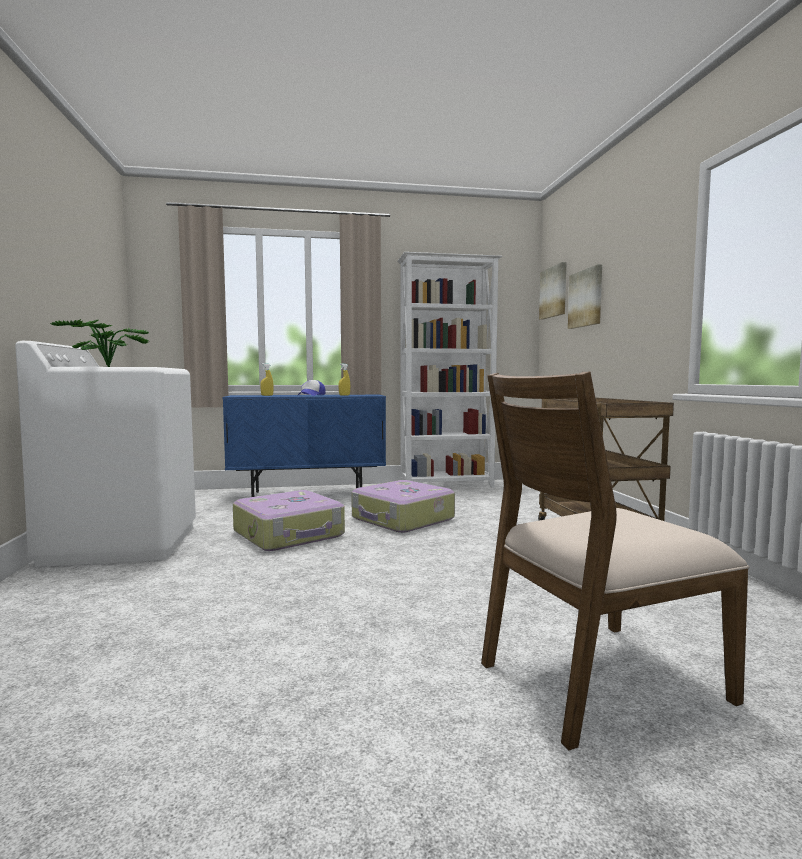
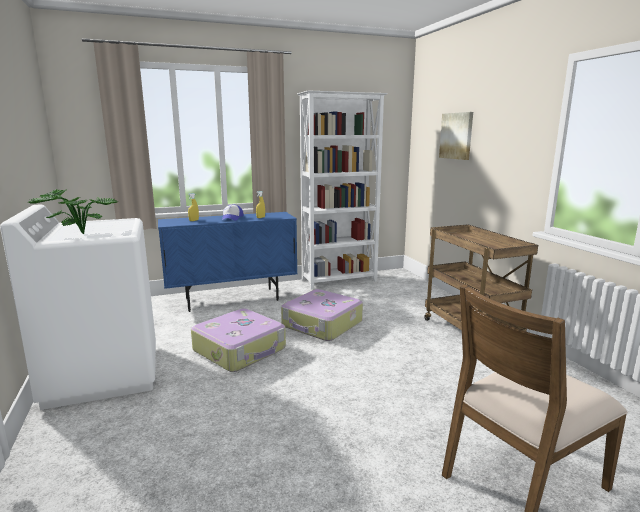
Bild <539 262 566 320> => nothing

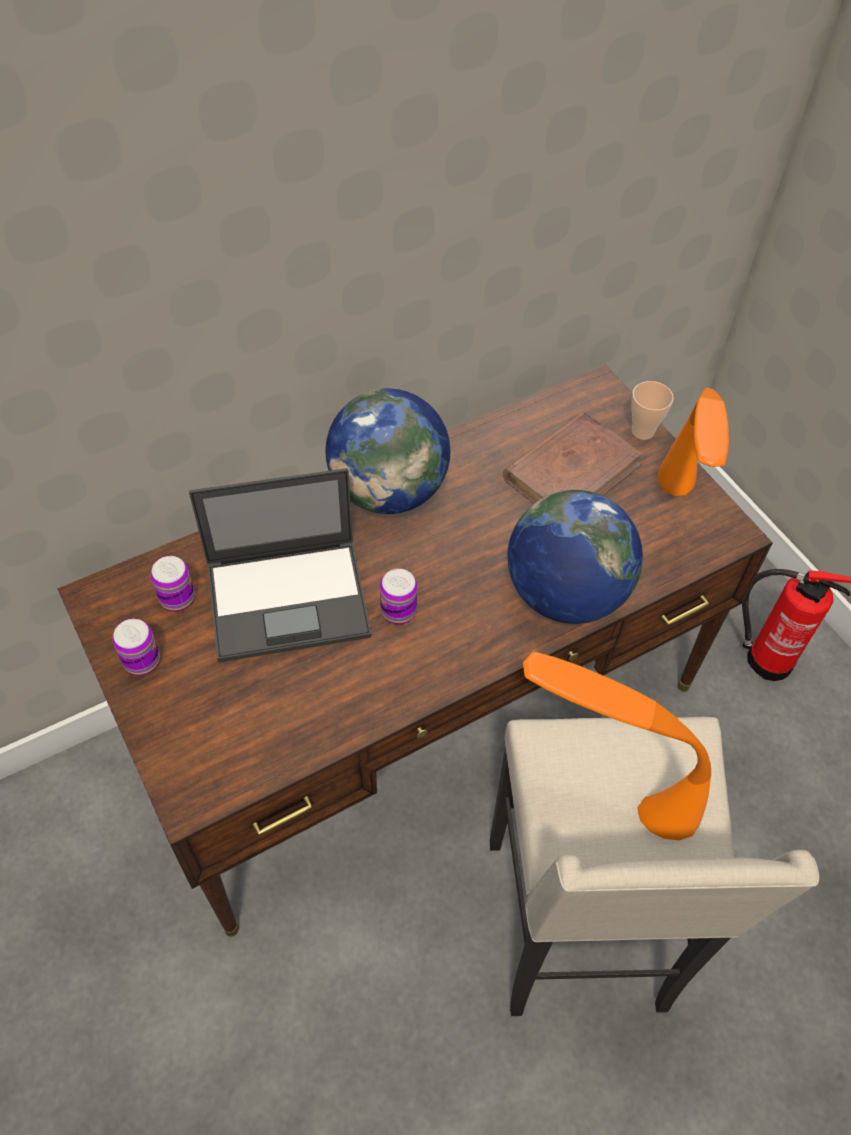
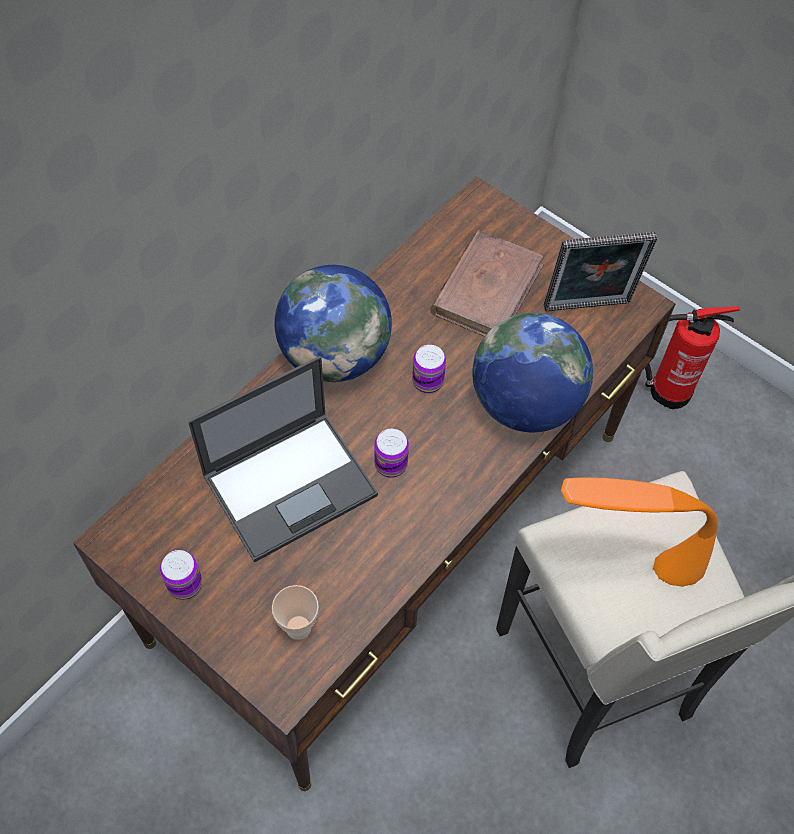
Tasse <631 381 674 440> => Tasse <272 585 319 640>, move
Tischlampe [orange] <658 388 729 496> => Bilderrahmen <544 232 657 311>
Dose <150 556 195 612> => Dose <412 345 446 393>, move

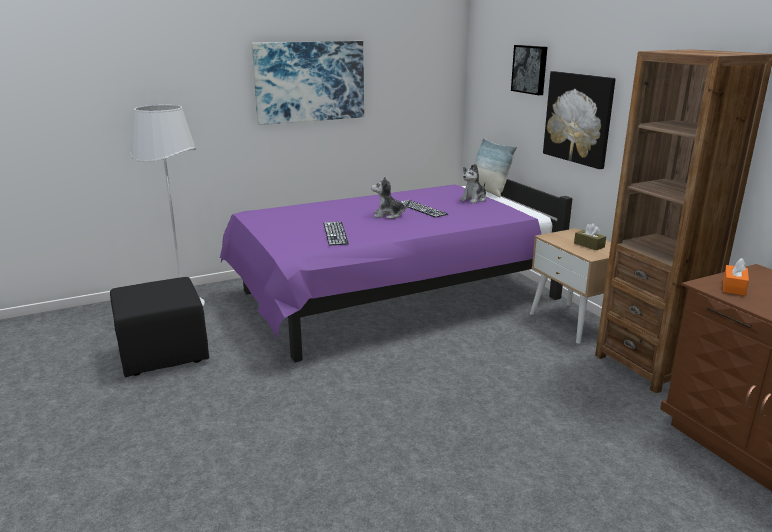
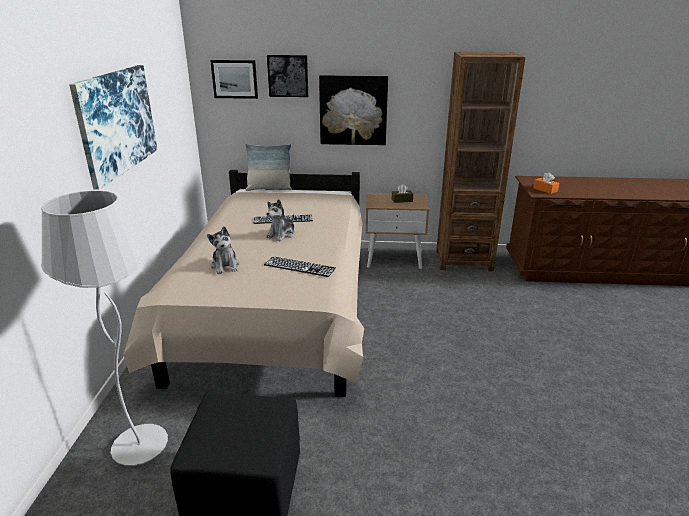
Plüschtier <460 164 486 204> => Plüschtier <207 227 240 274>, move
Bett [lila] <220 165 572 362> => Bett [beige] <123 170 364 397>
nothing => Bild <210 60 258 99>

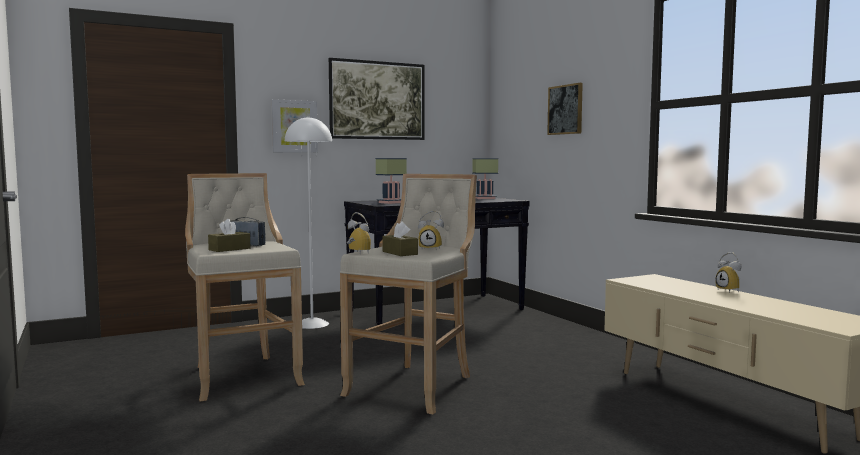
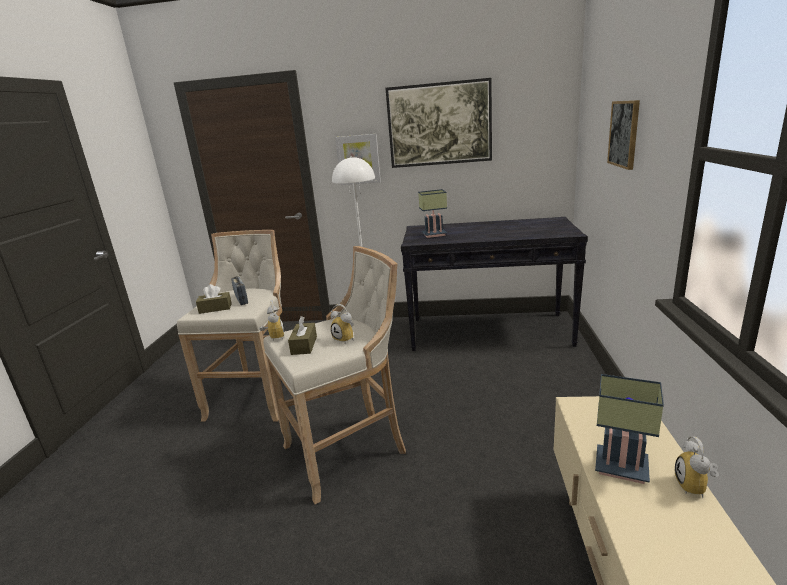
Tischlampe <472 158 498 199> => Tischlampe <595 374 664 484>, move

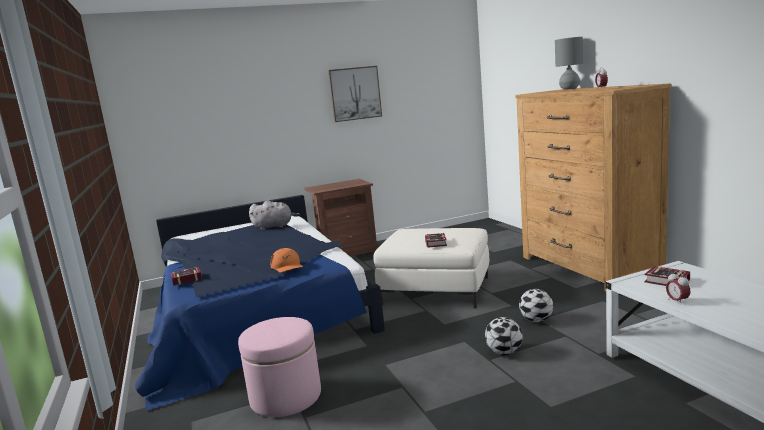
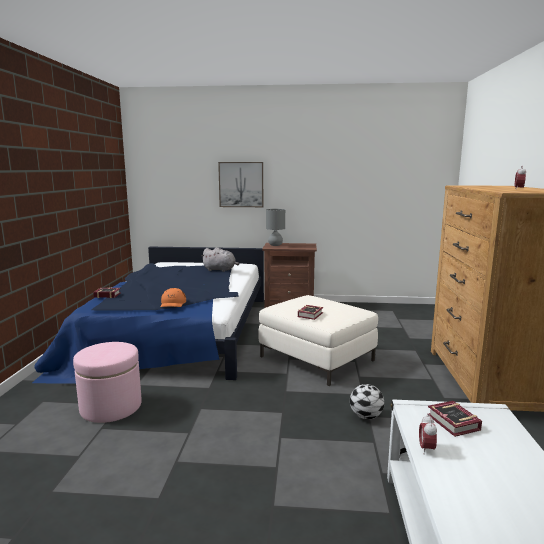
Tischlampe [grau] <555 37 583 90> => Tischlampe [grau] <266 209 285 246>, move
Bild <328 66 382 122> => Bild <218 162 263 207>, move
Fußball <485 317 523 355> => nothing

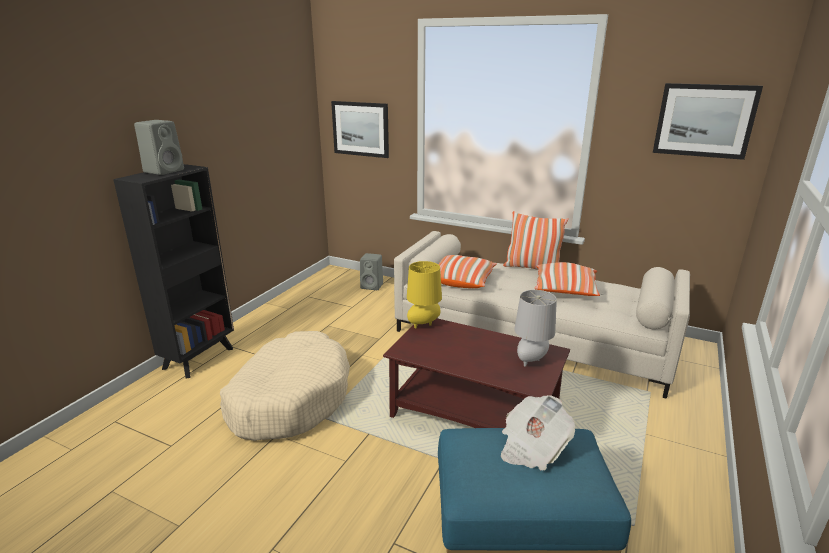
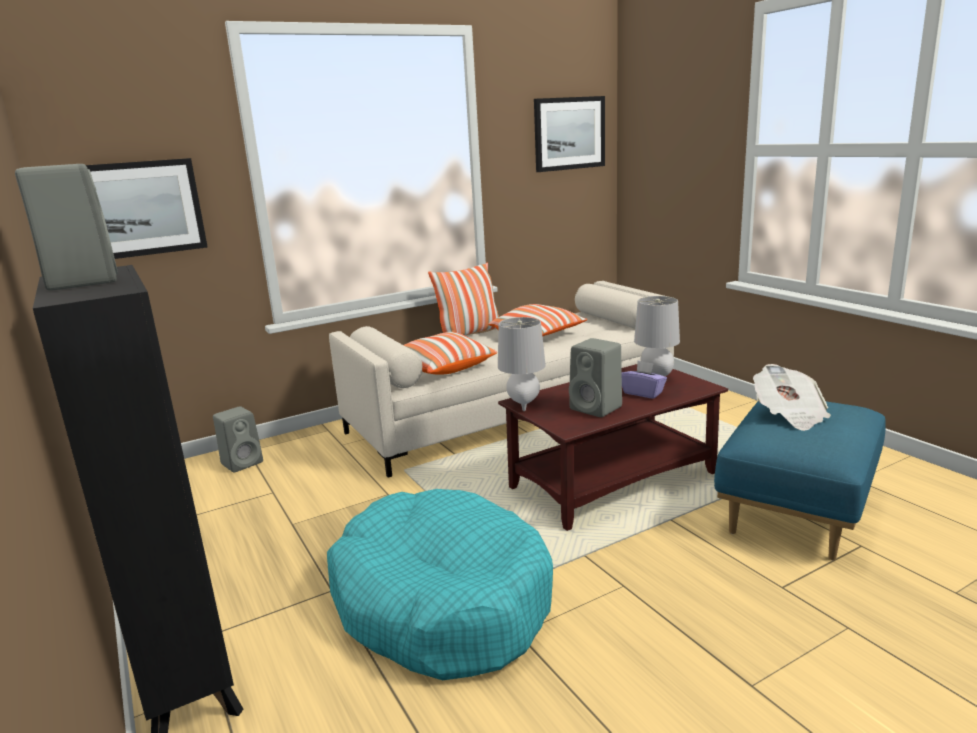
Tischlampe [gelb] <407 261 442 328> => Tischlampe [grau] <498 317 546 411>
Hundebett [beige] <220 331 350 441> => Hundebett [türkis] <327 489 553 680>
nothing => Lautsprecher [grau] <569 338 622 417>
nothing => Taschentuchbox [lila] <622 361 667 399>

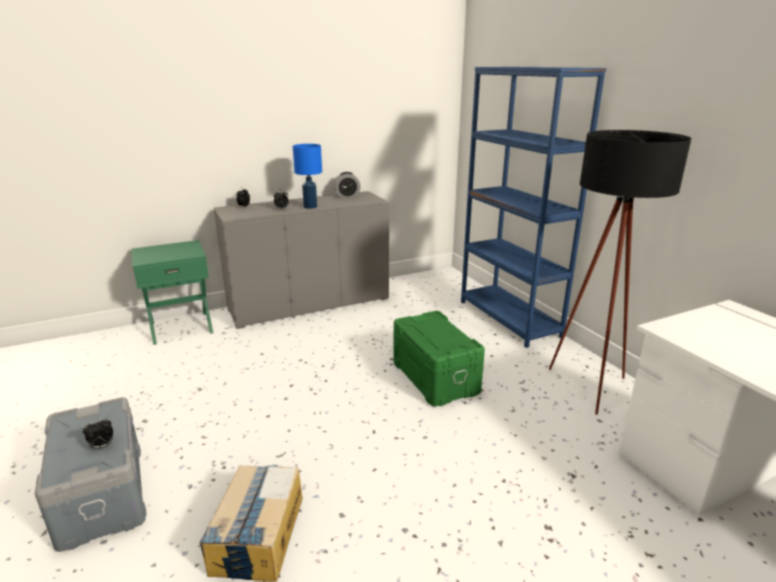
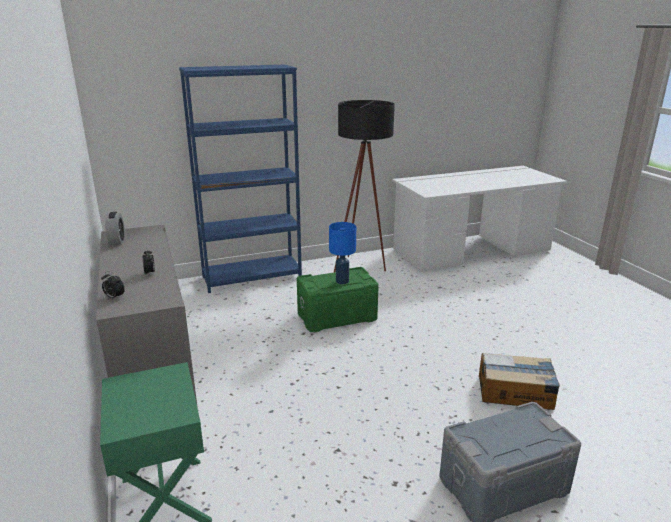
Tischlampe [blau] <293 144 322 209> => Tischlampe [blau] <329 222 356 284>, move
Wecker <83 418 113 450> => nothing

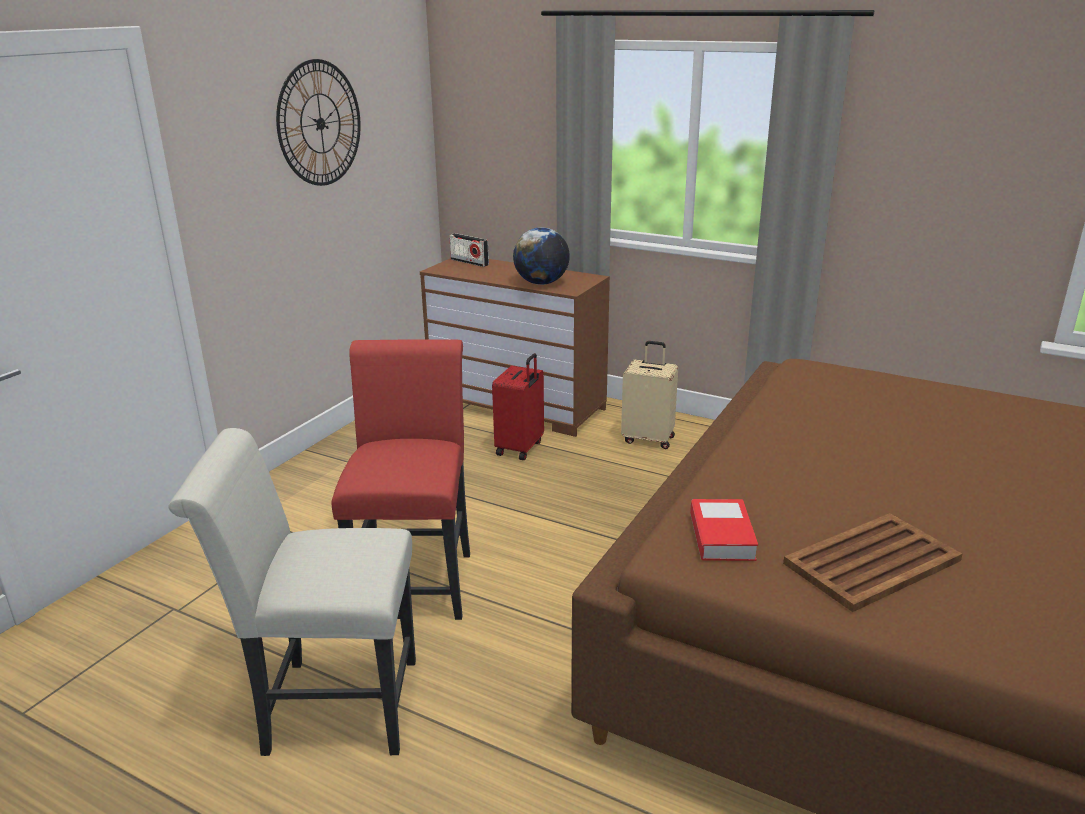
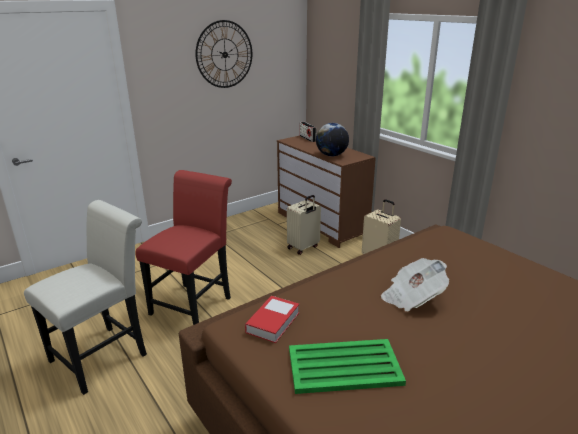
Koffer [rot] <492 353 544 460> => Koffer [beige] <287 195 321 255>
Stuhl [weiß] <168 428 416 756> => Stuhl [weiß] <24 200 147 395>, 105 degrees clockwise
Tablett [braun] <783 513 962 612> => Tablett [grün] <289 339 406 394>
nothing => Zeitung <381 258 449 312>

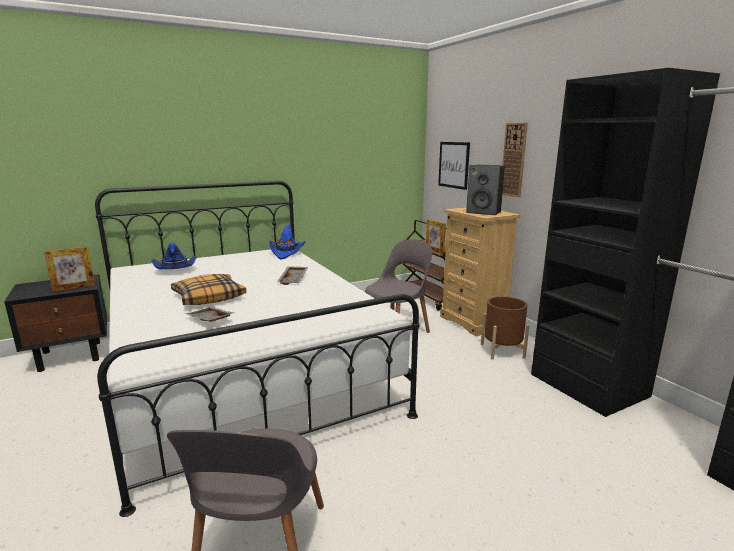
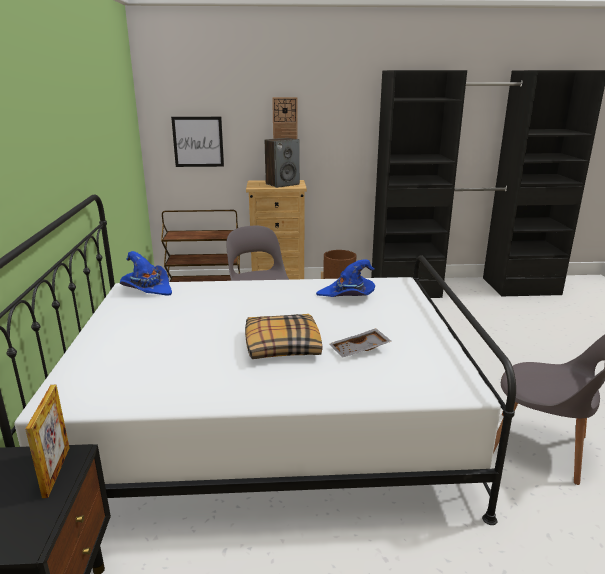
Bilderrahmen <426 219 446 254> => nothing
Hut [blau] <151 242 197 269> => Hut [blau] <316 259 375 297>, move
Tablett [grau] <277 267 308 285> => nothing

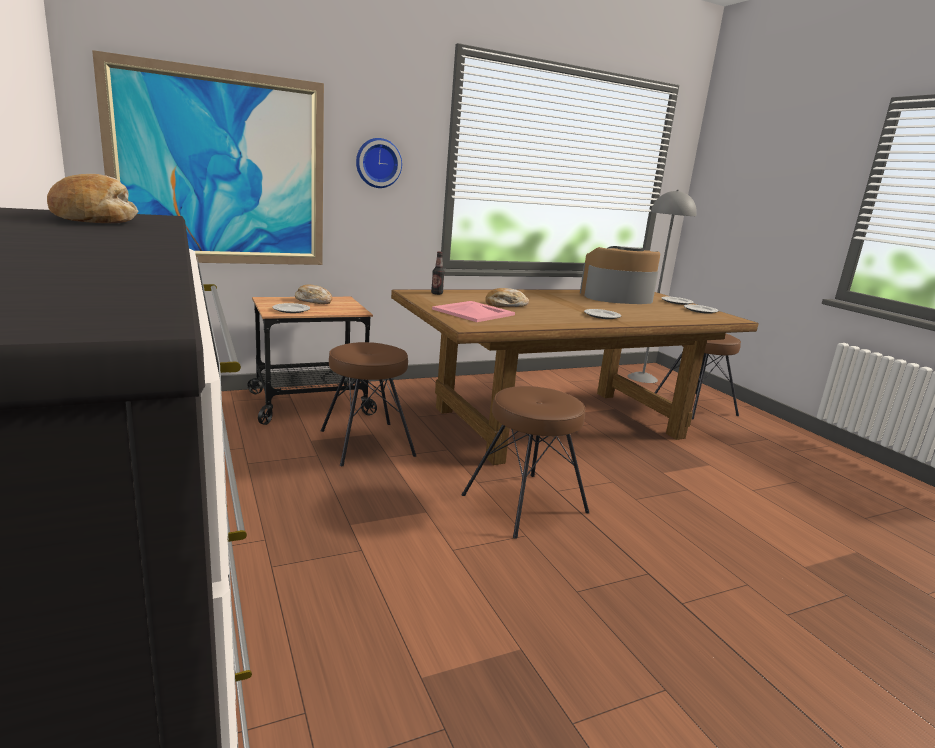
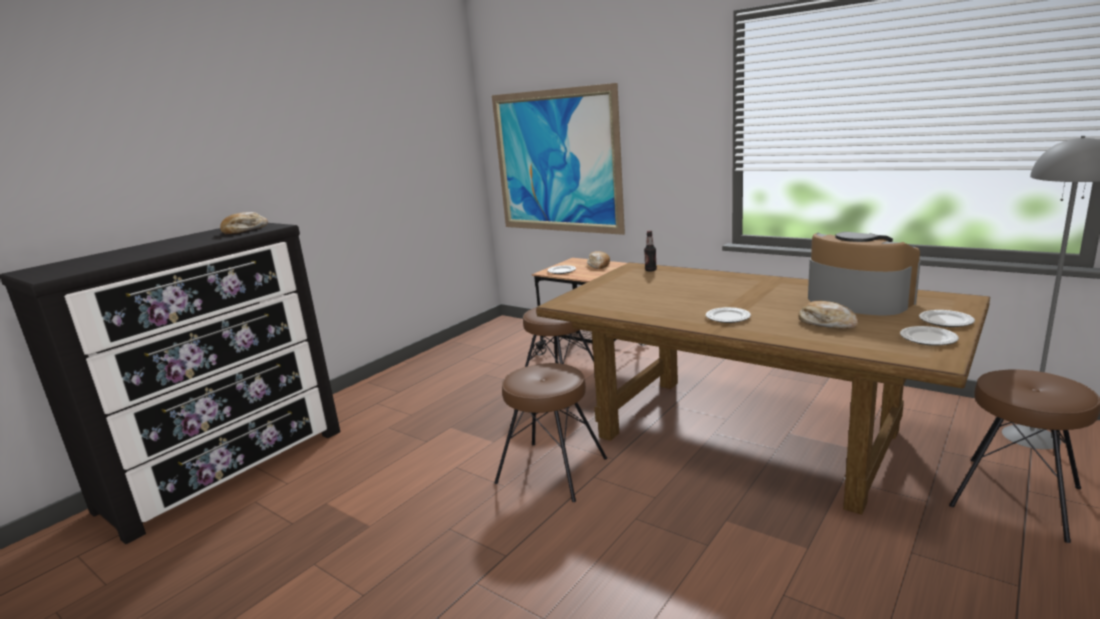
Wanduhr <356 138 402 188> => nothing
Brot <485 288 529 307> => Brot <798 301 858 329>, move
Tablett [rosa] <432 301 515 322> => nothing

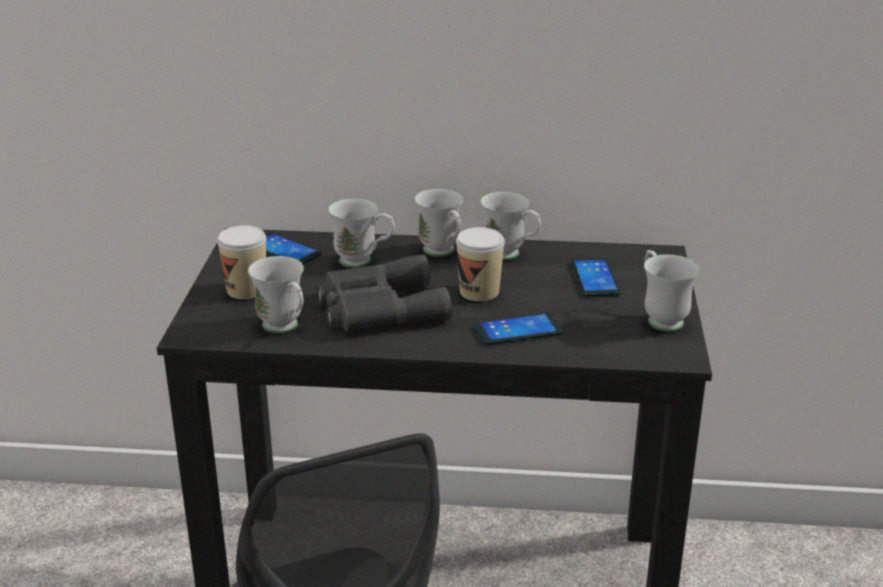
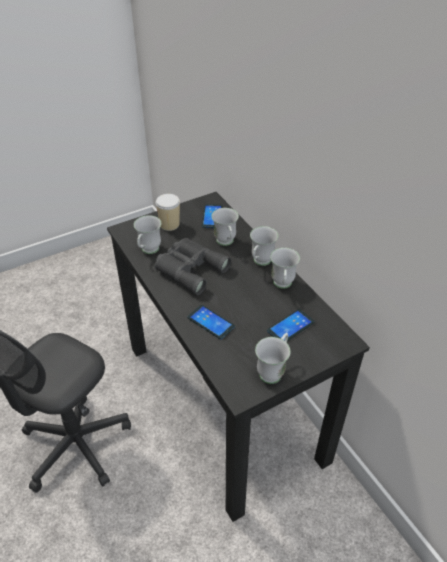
Tasse <456 227 505 301> => nothing

